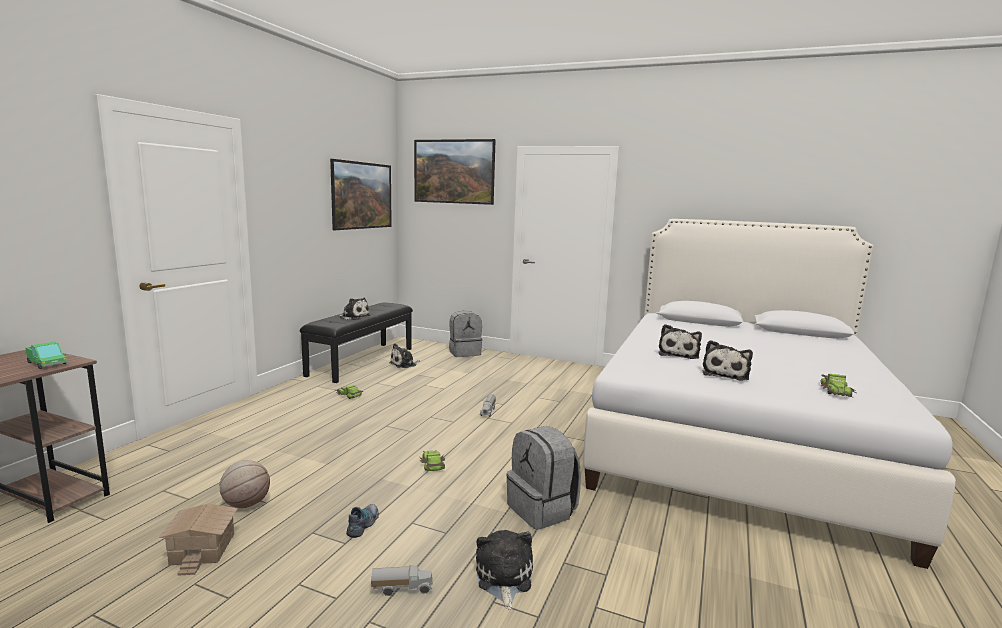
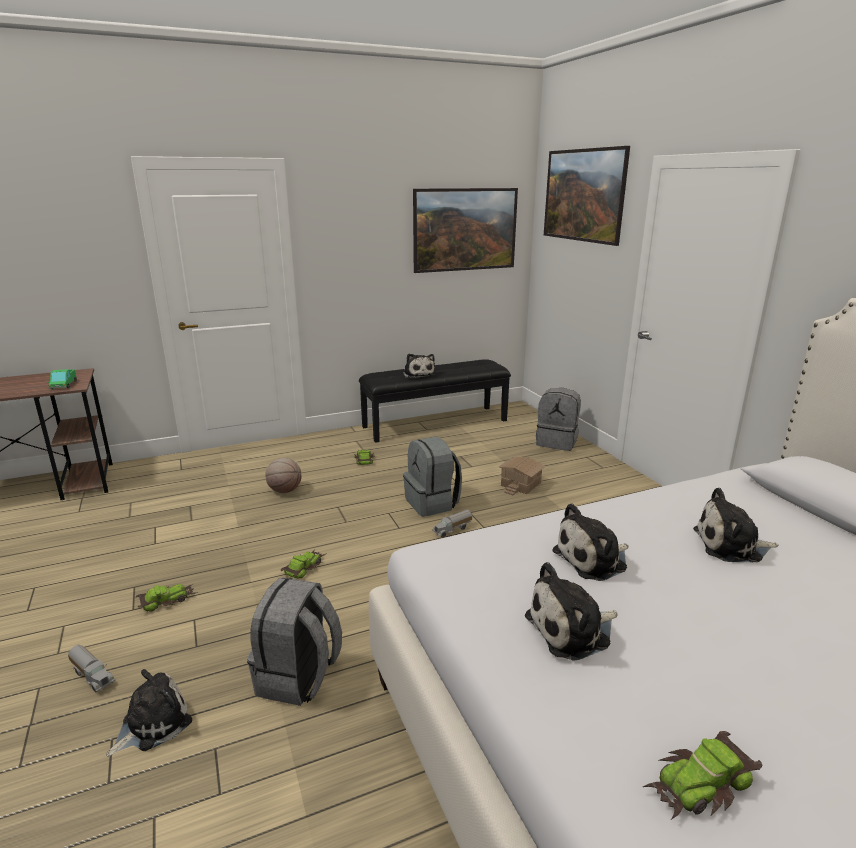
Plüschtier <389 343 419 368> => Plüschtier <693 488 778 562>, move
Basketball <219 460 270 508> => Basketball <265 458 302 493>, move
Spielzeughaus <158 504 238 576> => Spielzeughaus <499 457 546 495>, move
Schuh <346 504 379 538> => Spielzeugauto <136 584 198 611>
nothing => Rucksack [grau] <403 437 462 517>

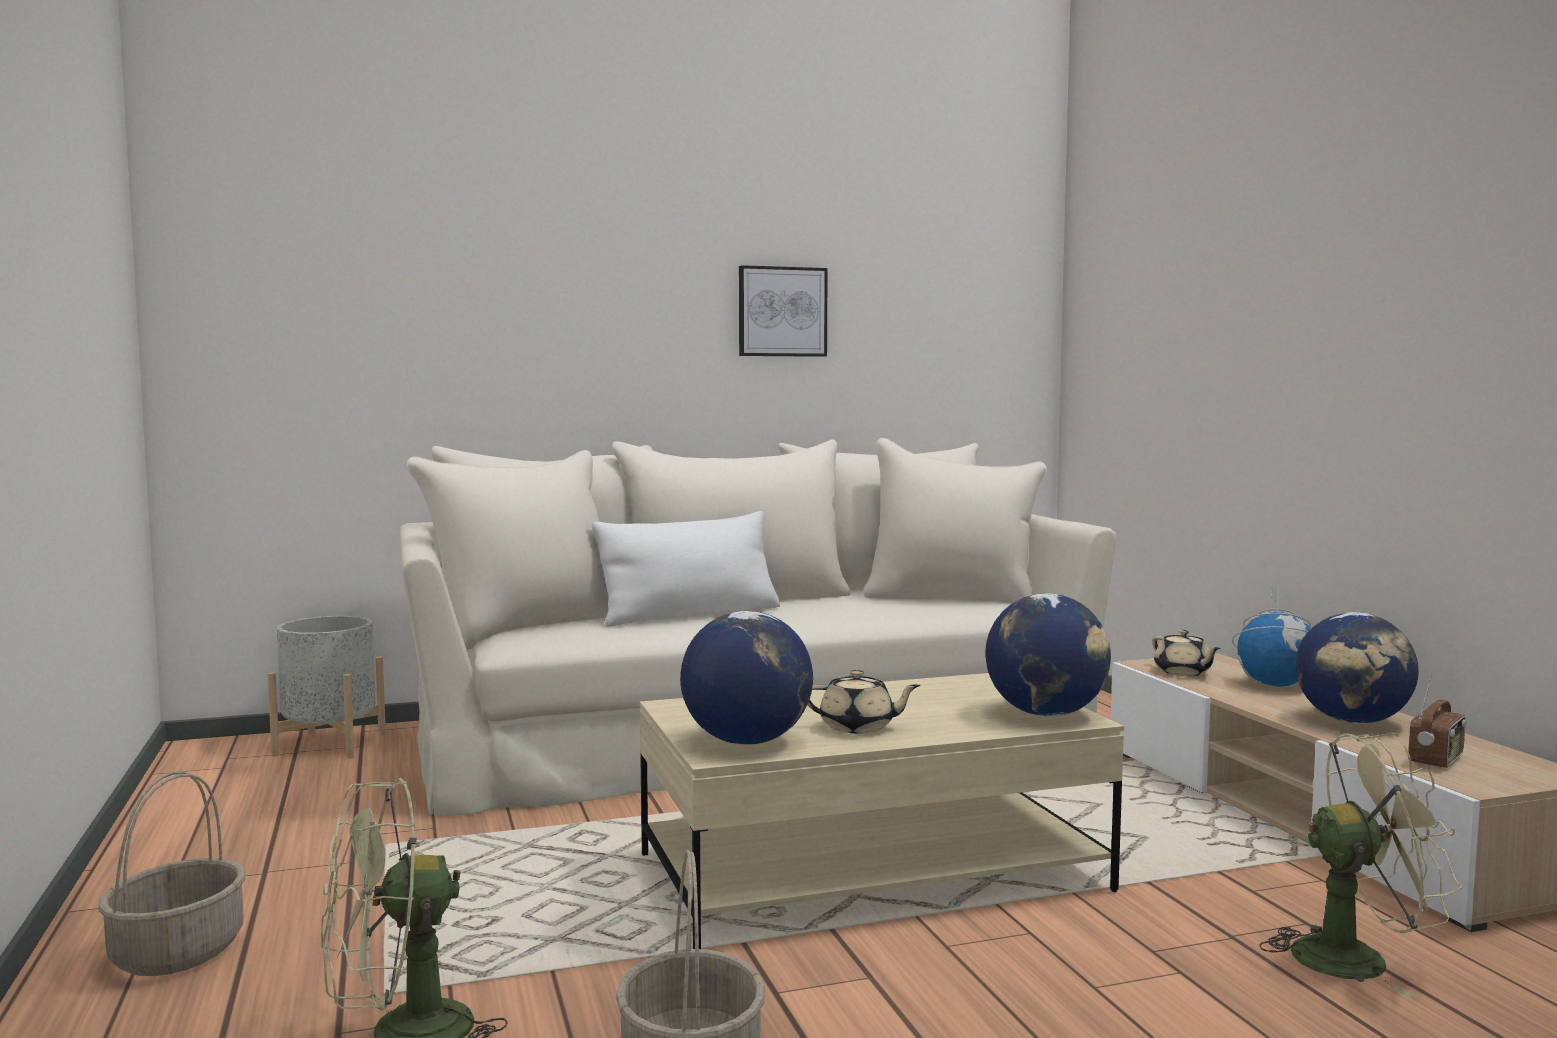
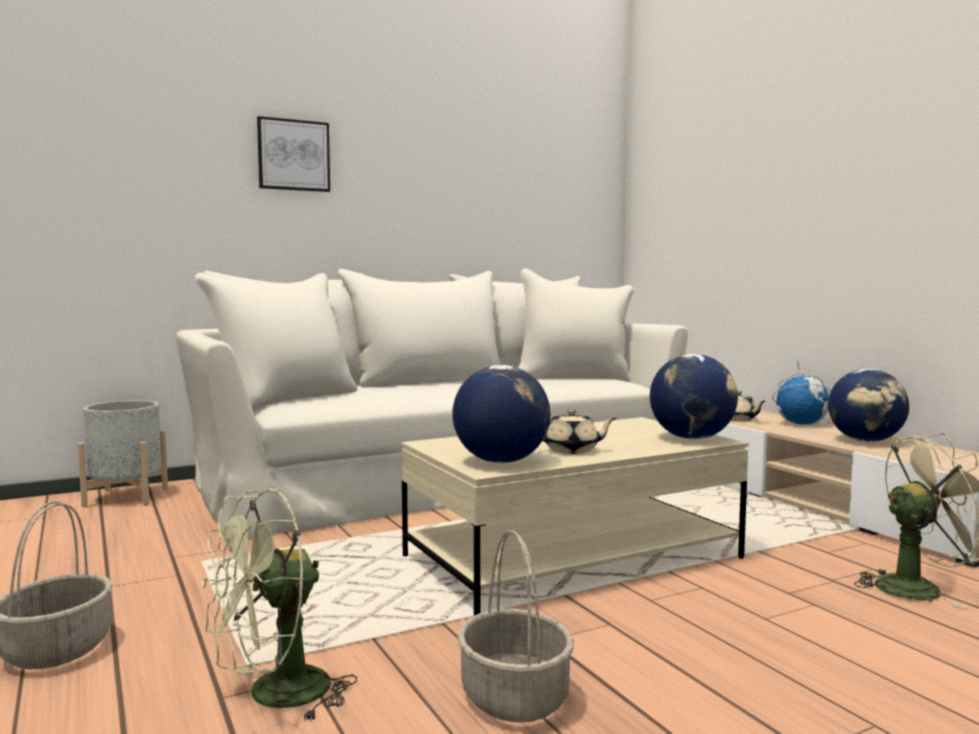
Bild <739 265 828 357> => Bild <257 116 330 192>, move
Kissen [weiß] <592 511 780 627> => nothing
Radio <1408 676 1467 768> => nothing

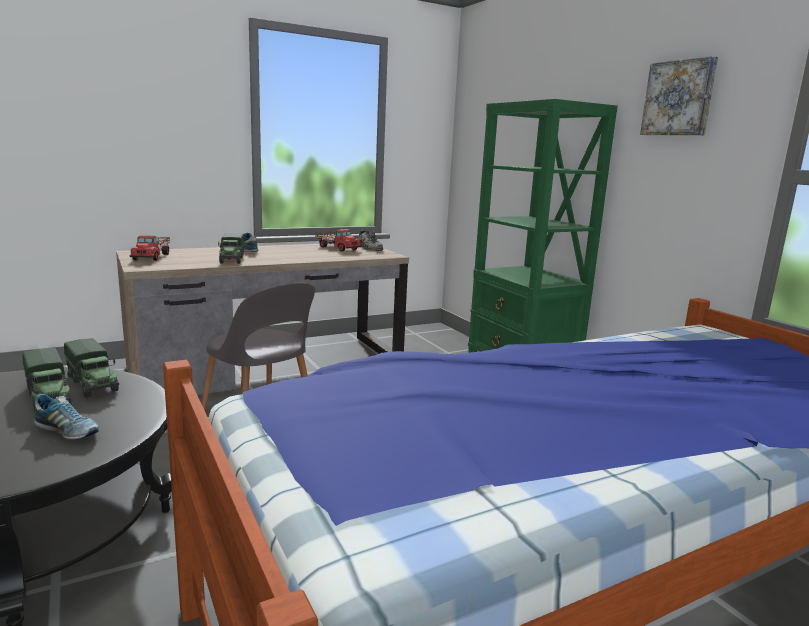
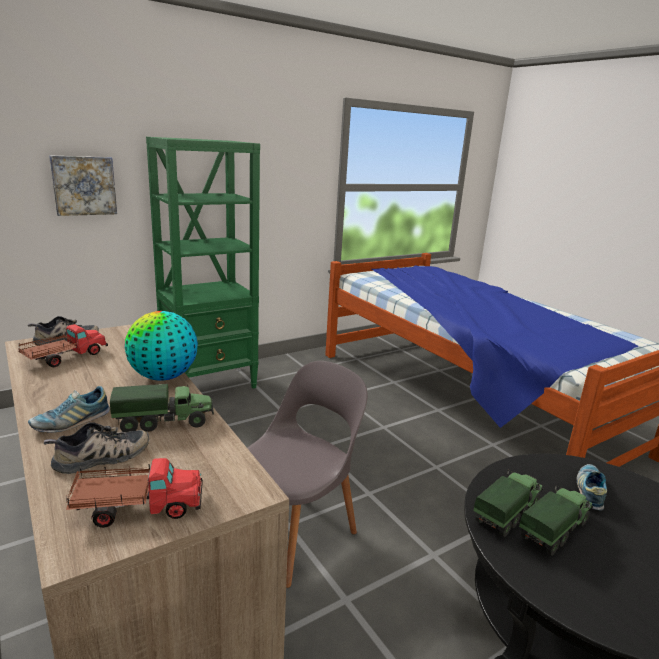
Bild <640 56 718 135> => Bild <49 155 117 216>, move
nothing => Globus <125 311 198 381>
nothing => Schuh <44 422 149 474>

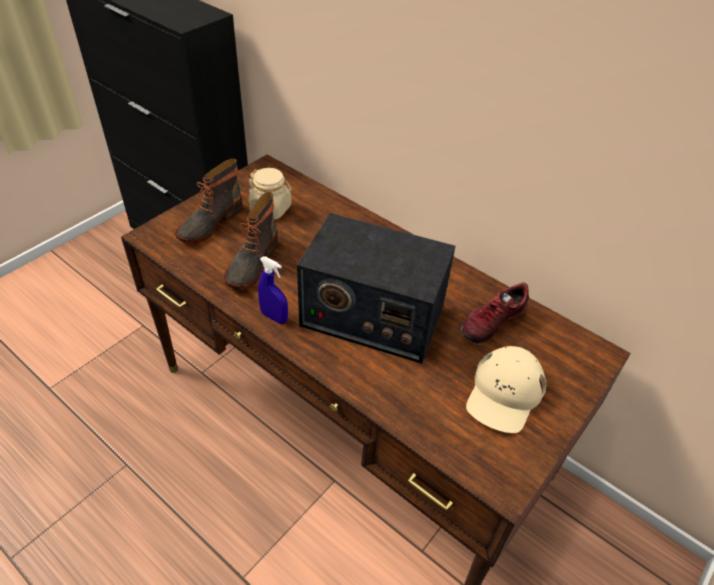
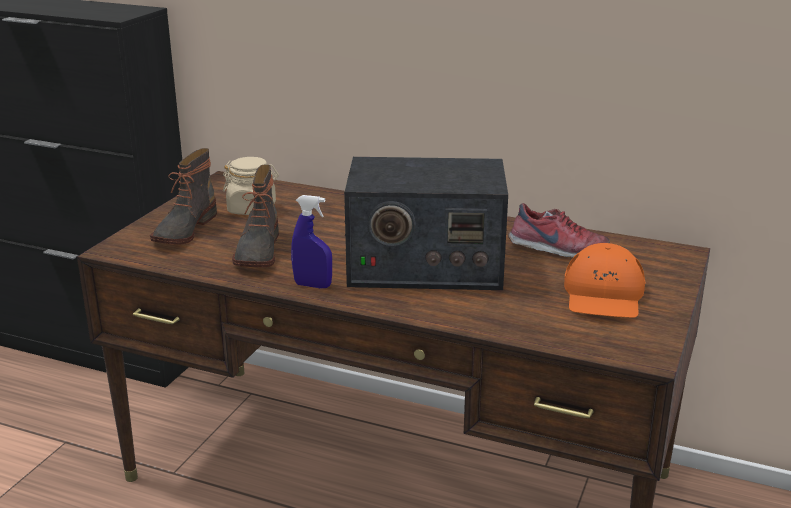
Schuh <461 282 529 345> => Schuh <508 203 610 258>, 105 degrees counterclockwise
Kappe [beige] <466 346 546 433> => Kappe [orange] <564 243 646 318>

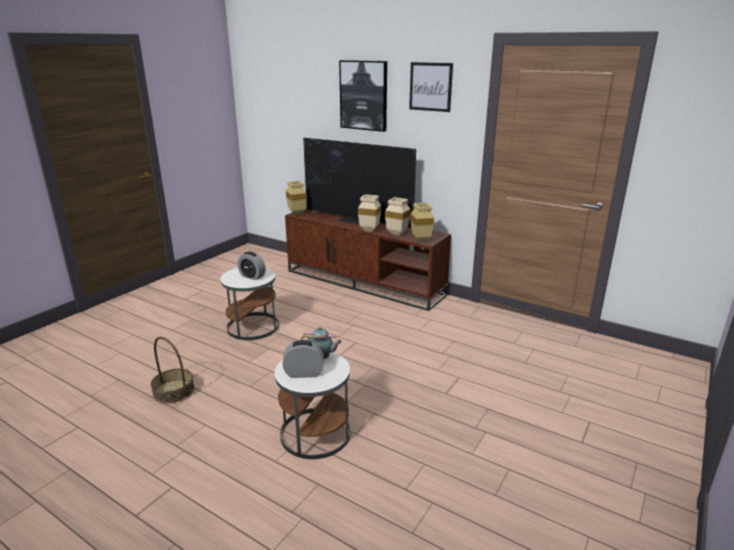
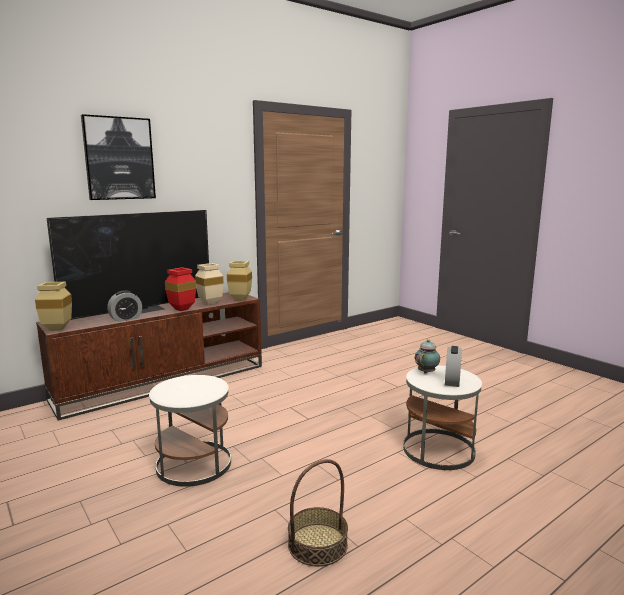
Bild <409 62 453 112> => nothing
Vase [beige] <358 194 381 232> => Vase [rot] <165 267 196 311>
Wecker <237 251 266 280> => Wecker <107 290 142 322>, move

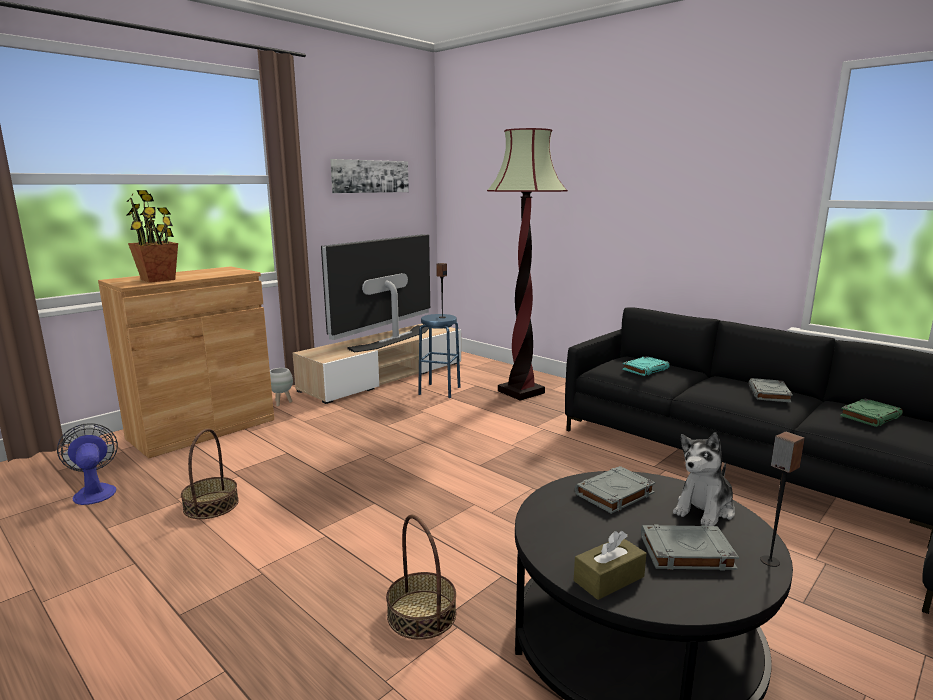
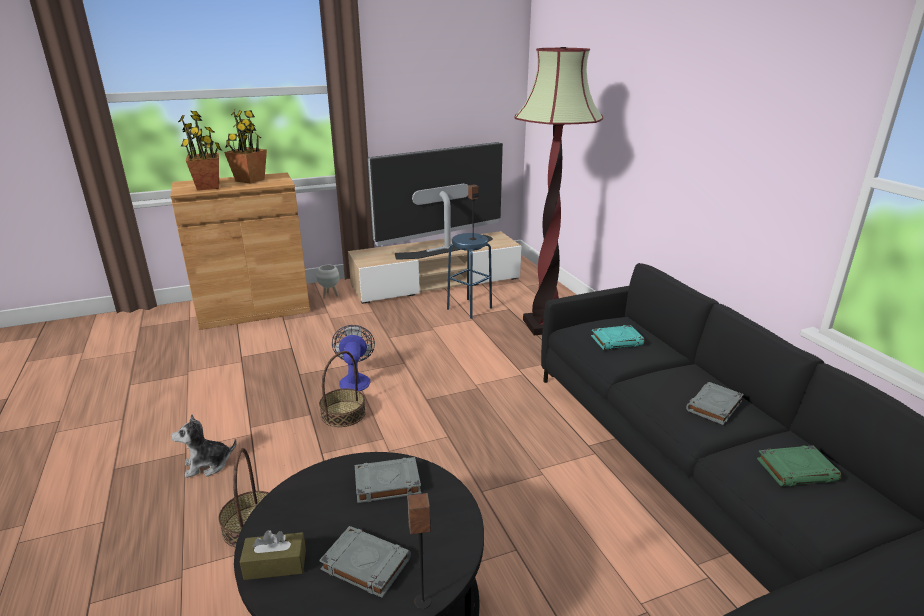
Bild <330 159 409 193> => nothing
Ventilator <57 423 118 505> => Ventilator <332 325 375 391>, move
Korb <181 428 239 519> => Korb <319 351 366 427>, move
Plüschtier <673 433 735 526> => Plüschtier <171 414 237 478>, move
nothing => Topfpflanze <224 108 267 184>

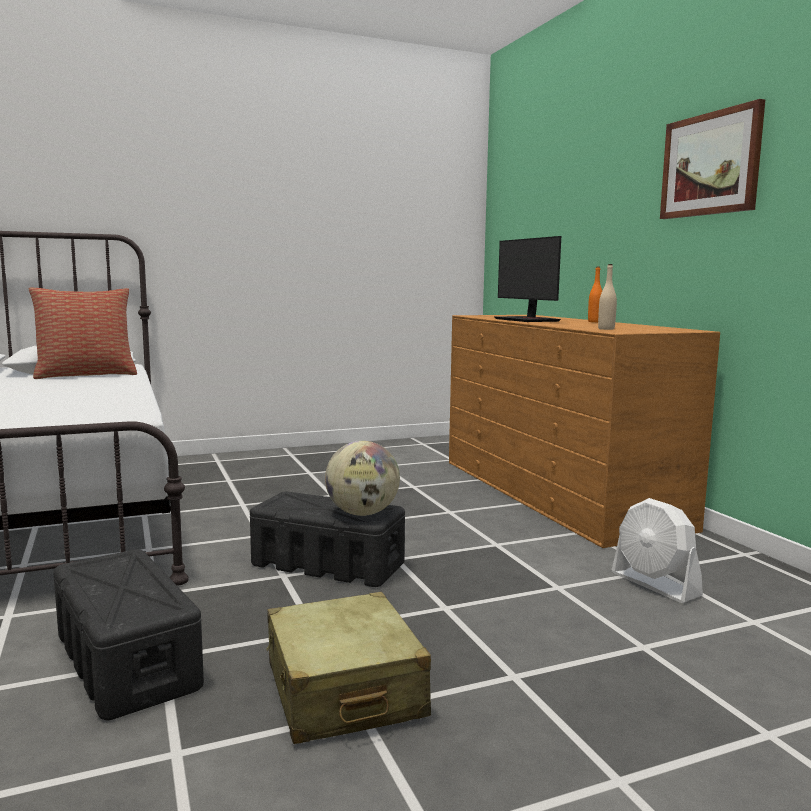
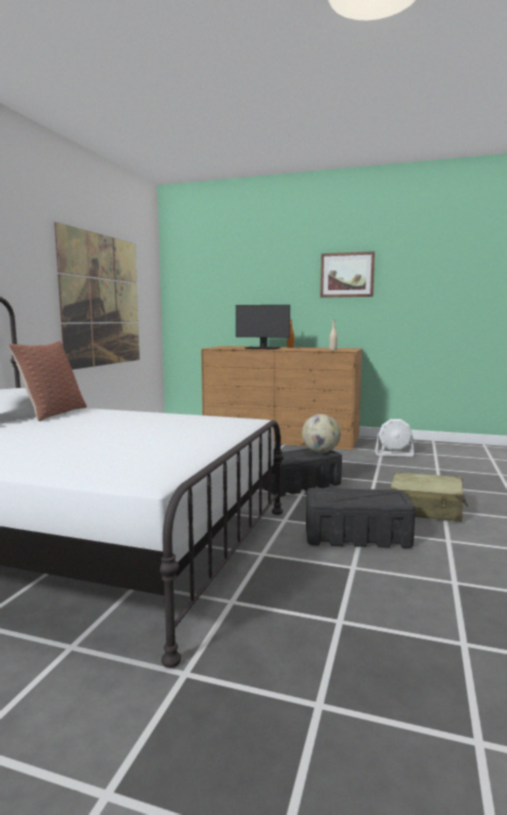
nothing => Bild <54 222 140 370>

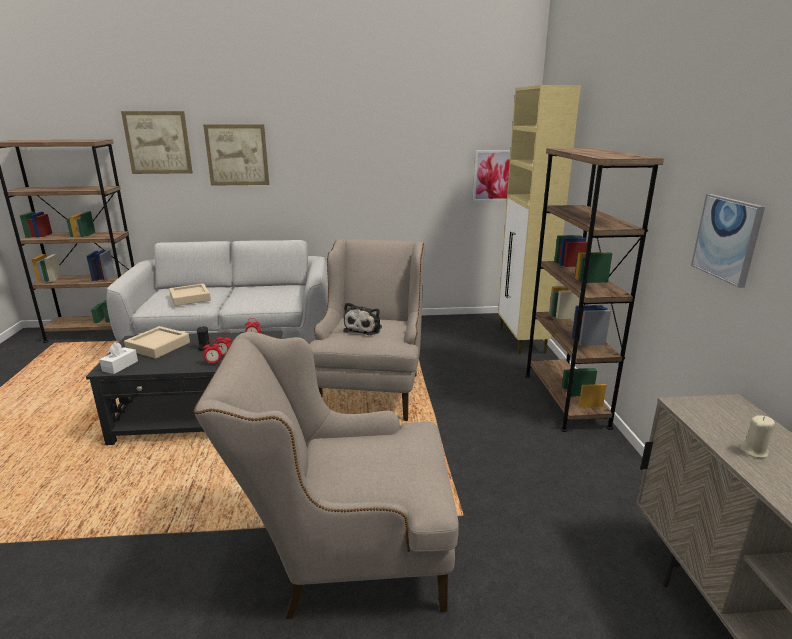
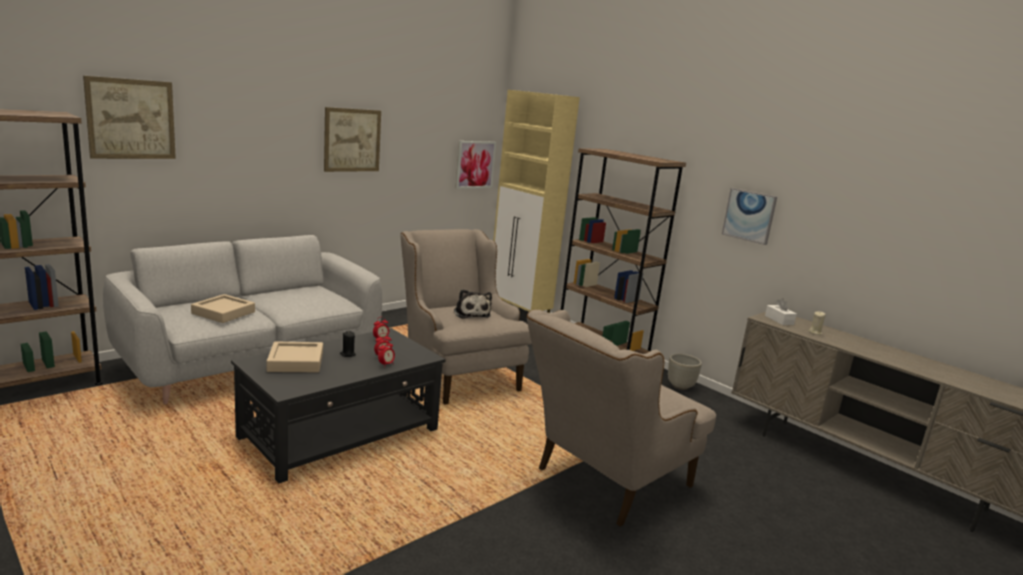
Bild <203 124 269 186> => Bild <324 107 381 172>, move
Taschentuchbox [weiß] <99 342 138 374> => Taschentuchbox [weiß] <765 298 797 325>, move
nothing => Pflanzkübel [grau] <668 354 702 390>

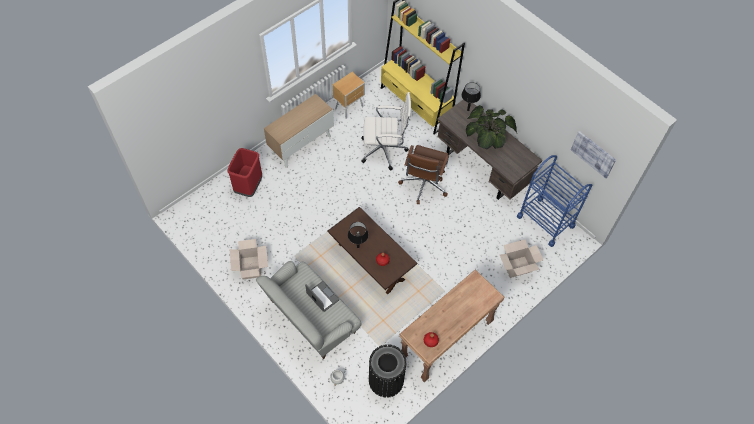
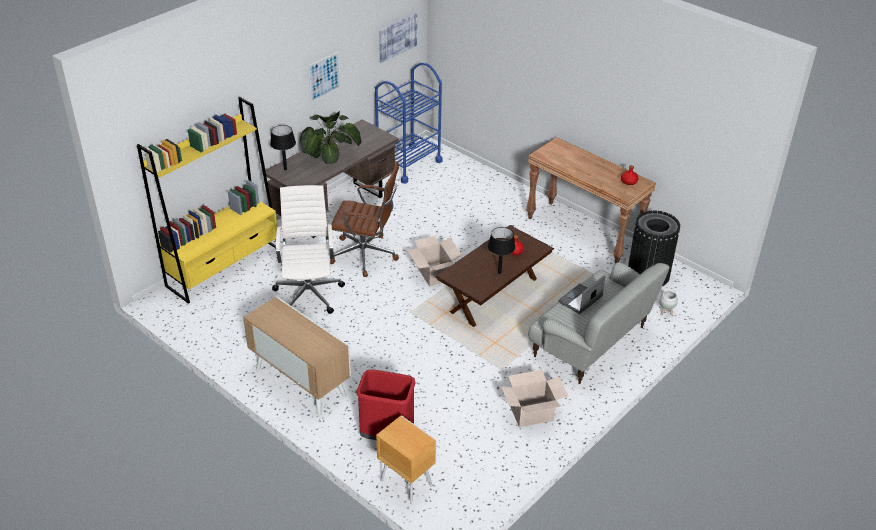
Nachttisch [braun] <333 72 365 119> => Nachttisch [braun] <376 415 436 504>, move
Karton <500 240 543 278> => Karton <407 236 463 286>, move
nothing => Bild <308 51 341 103>

